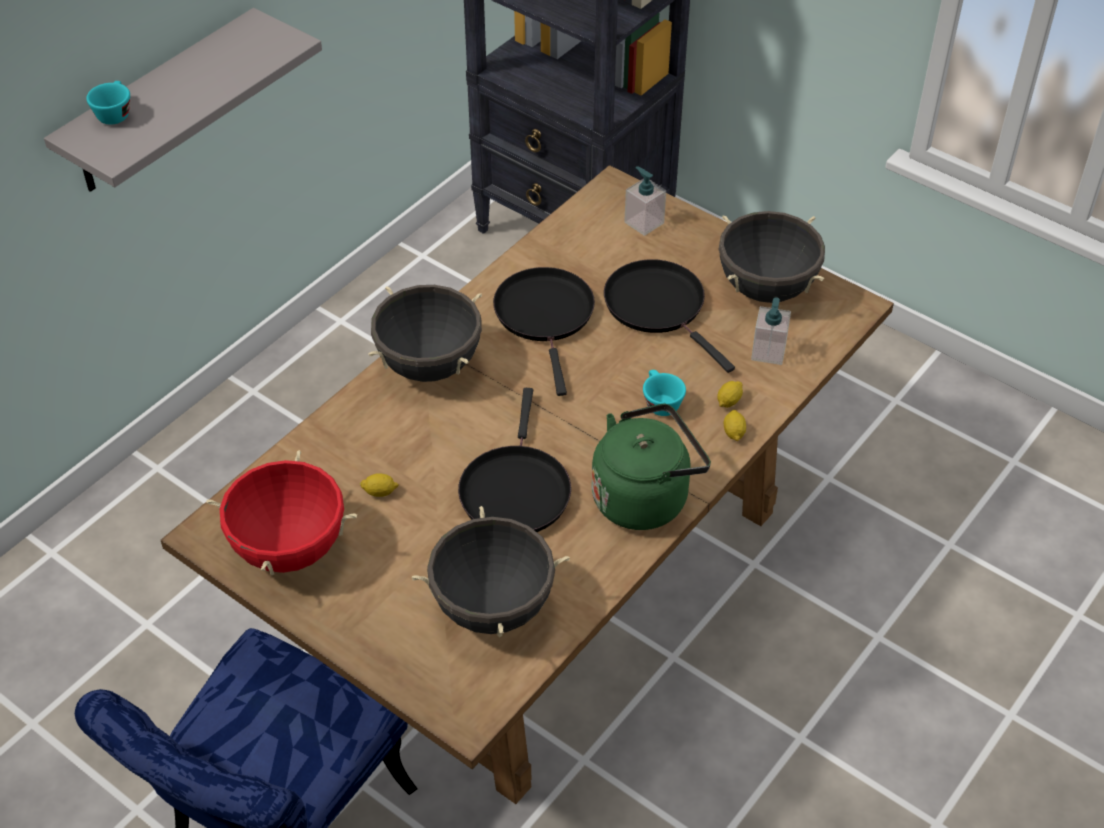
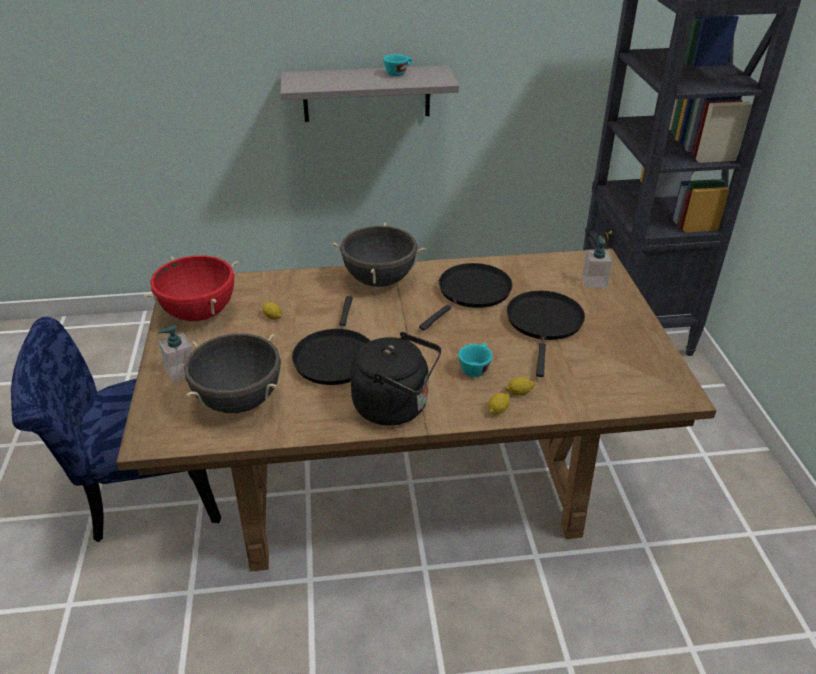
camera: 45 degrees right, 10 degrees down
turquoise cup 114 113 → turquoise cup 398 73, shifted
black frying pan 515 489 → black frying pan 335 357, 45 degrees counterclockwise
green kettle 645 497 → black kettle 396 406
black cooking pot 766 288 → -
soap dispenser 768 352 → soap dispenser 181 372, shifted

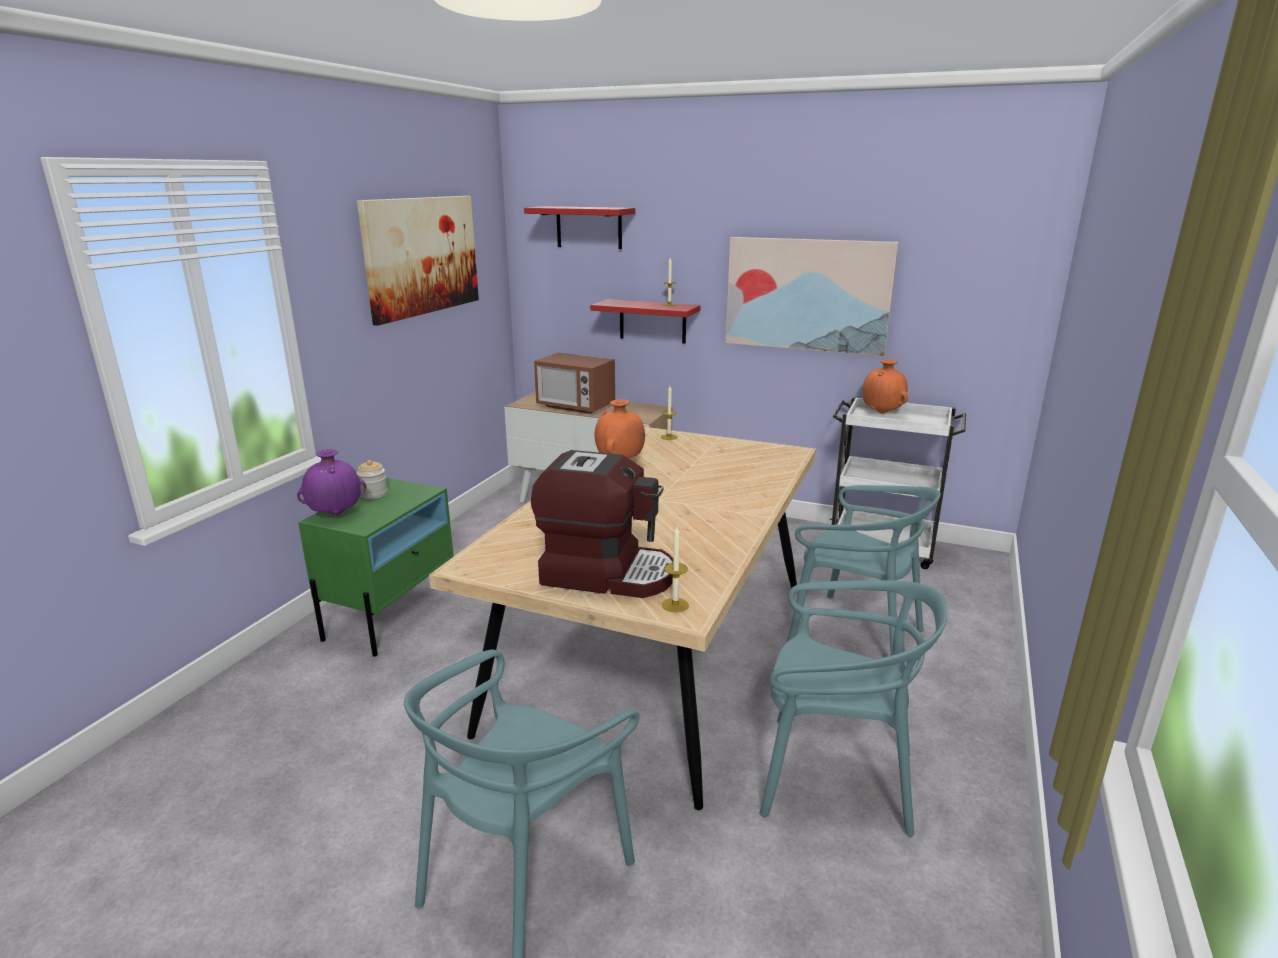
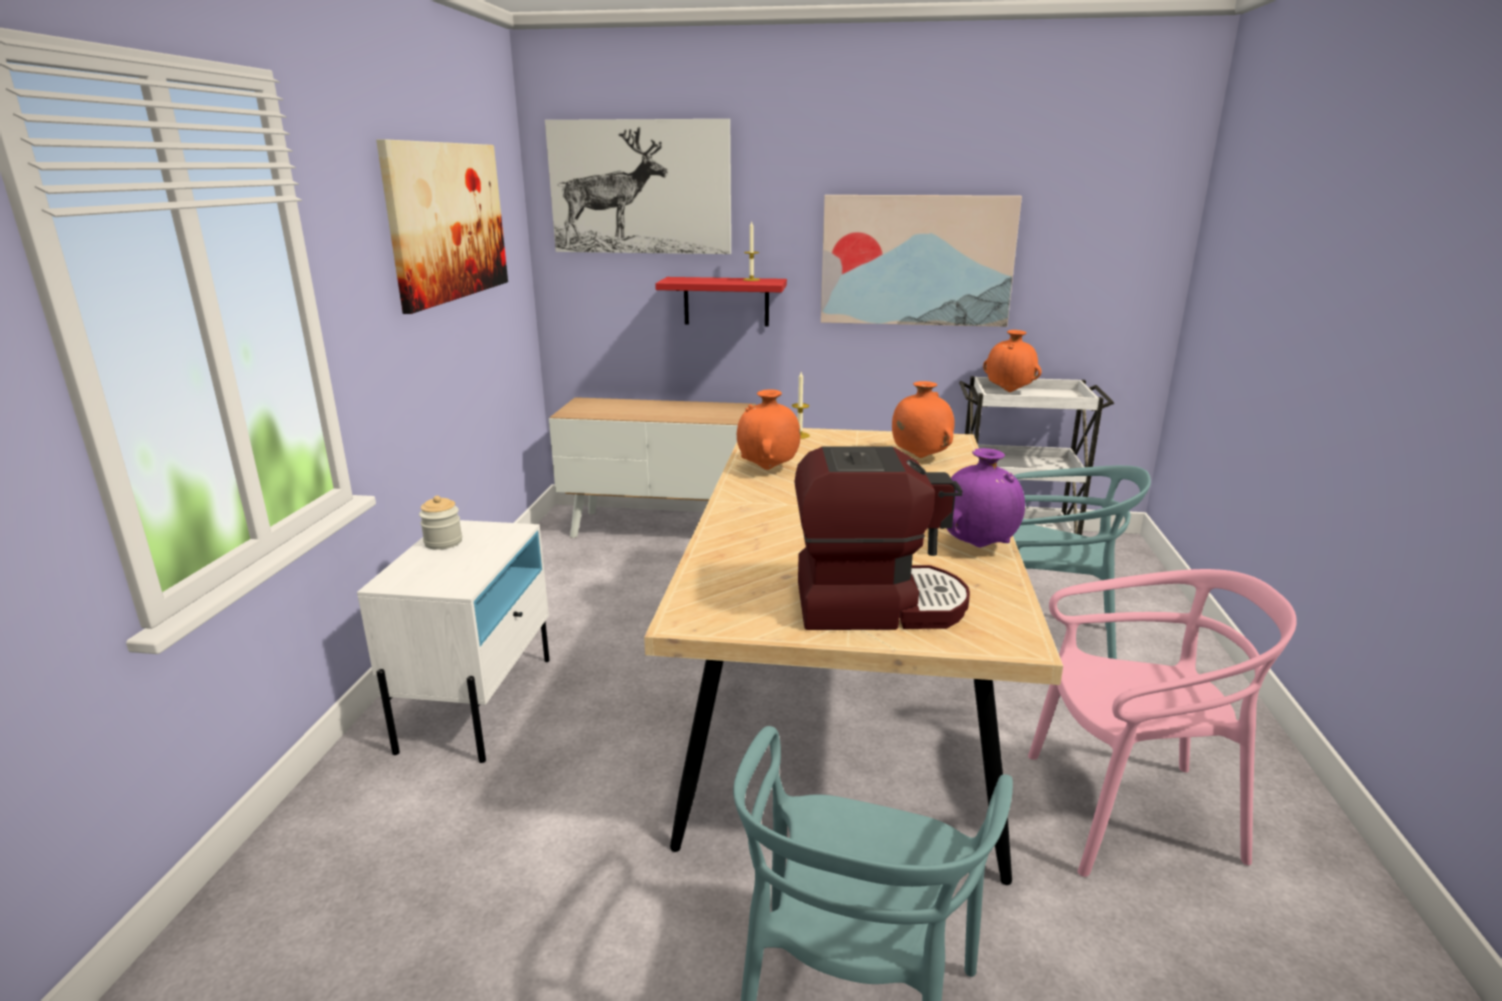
camera: 15 degrees left, 0 degrees up
purple vase 336 514 → purple vase 978 546, shifted
green nightstand 392 614 → white nightstand 478 702
red shelf 589 227 → picture 640 187
microwave 575 406 → -
candle 675 605 → -
turquoise chair 835 777 → pink chair 1130 812
- → orange vase 919 457

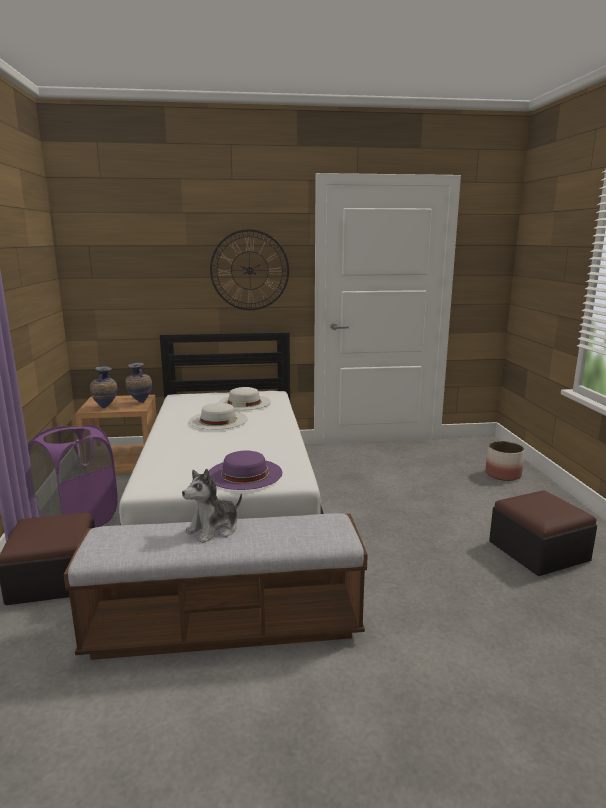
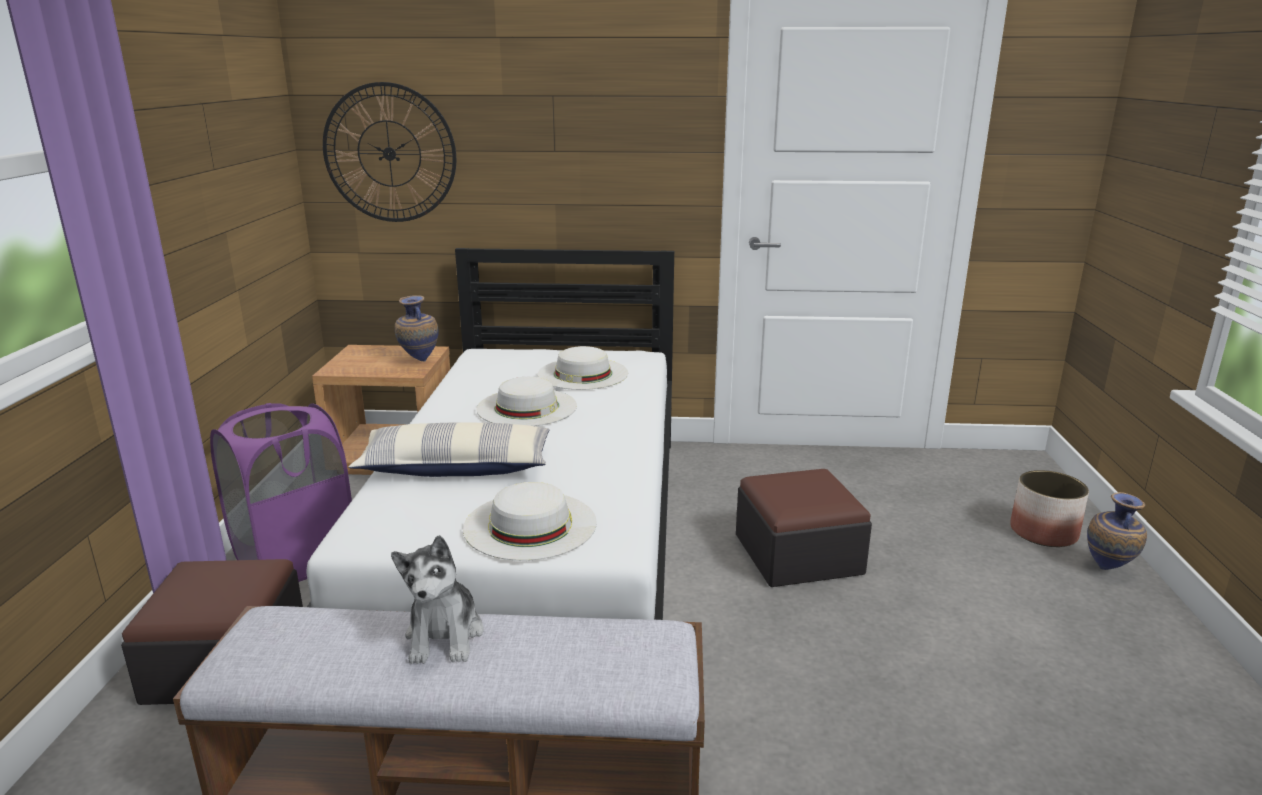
camera: 10 degrees right, 5 degrees up
vase 106 408 → vase 1108 569, shifted
plush toy 214 529 → plush toy 445 635, 60 degrees counterclockwise
purple hat 245 473 → white hat 530 524
wall clock 249 270 → wall clock 389 153, shifted
ottoman 538 551 → ottoman 798 554, shifted
- → pillow 456 467

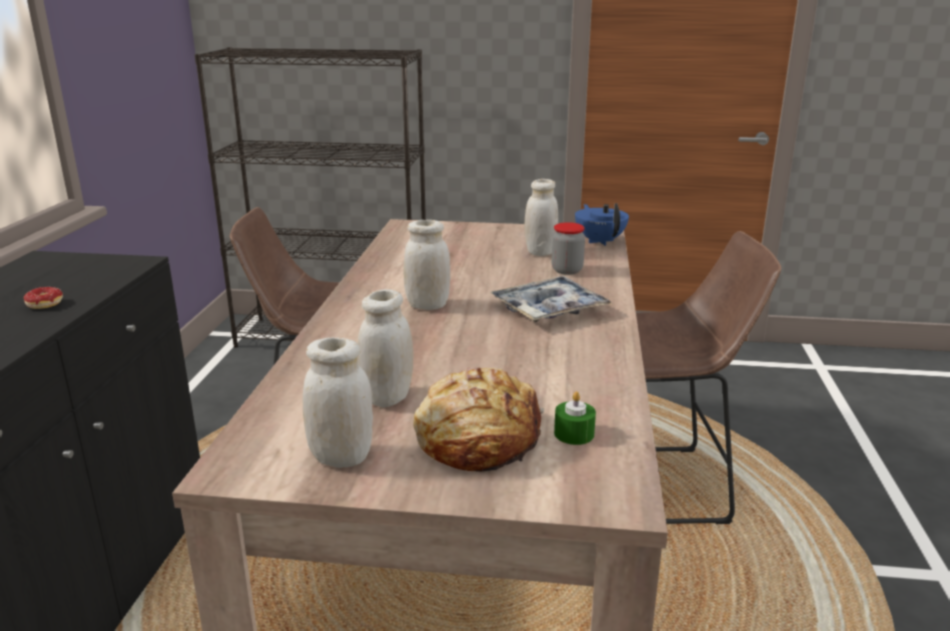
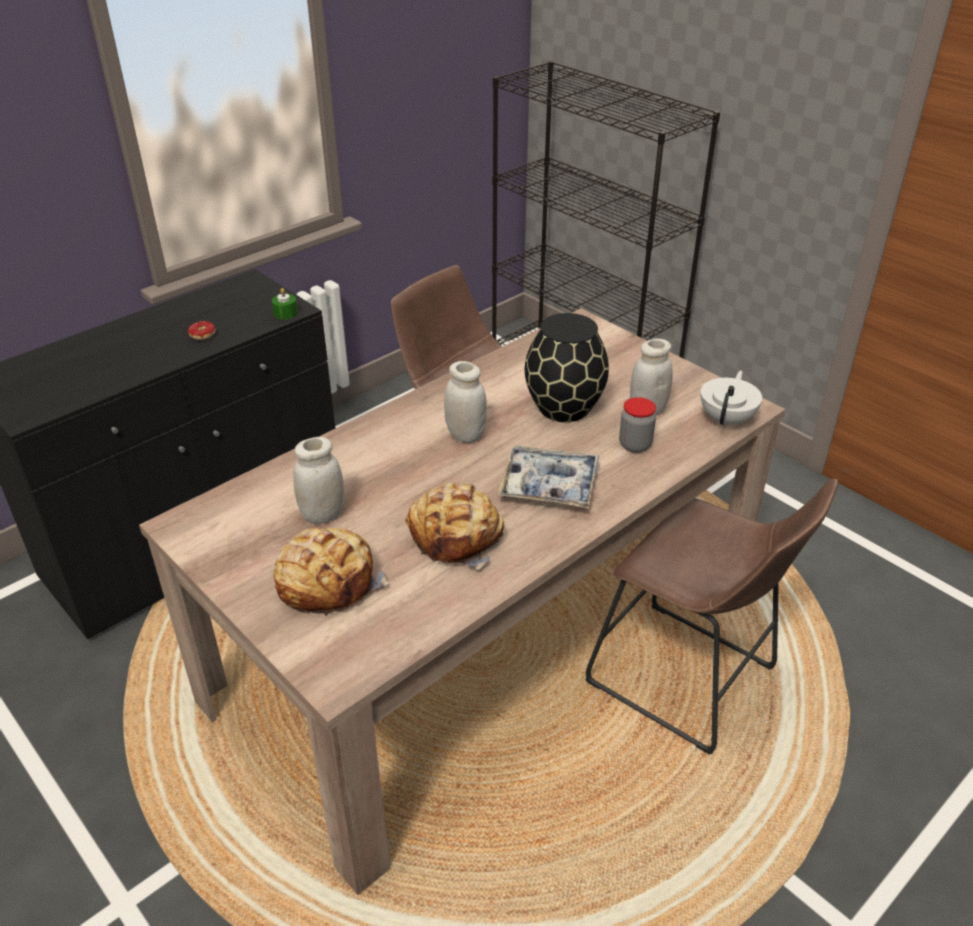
camera: 40 degrees right, 15 degrees up
white jar 341 457 → -
green candle 574 434 → green candle 285 313, shifted
blue teapot 600 241 → white teapot 727 419
- → bread 457 535
- → black vase 565 408

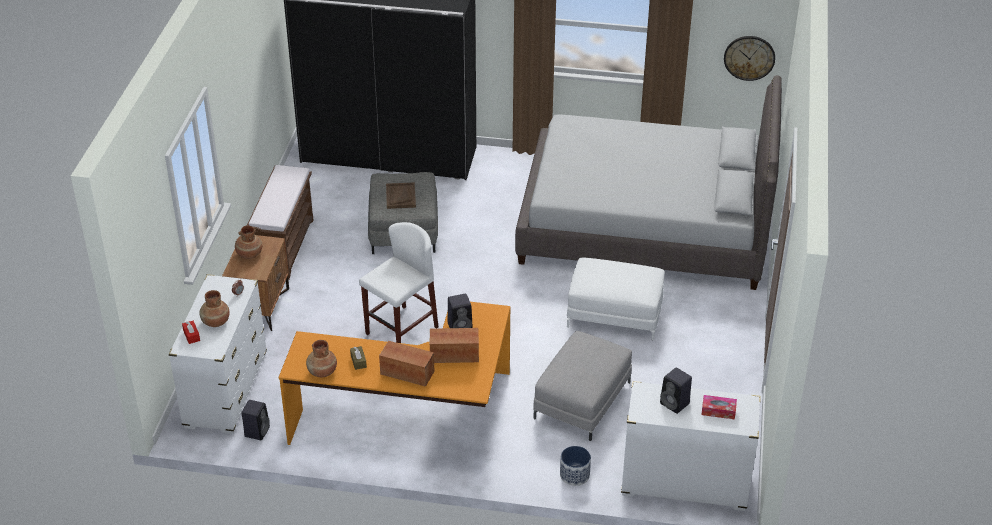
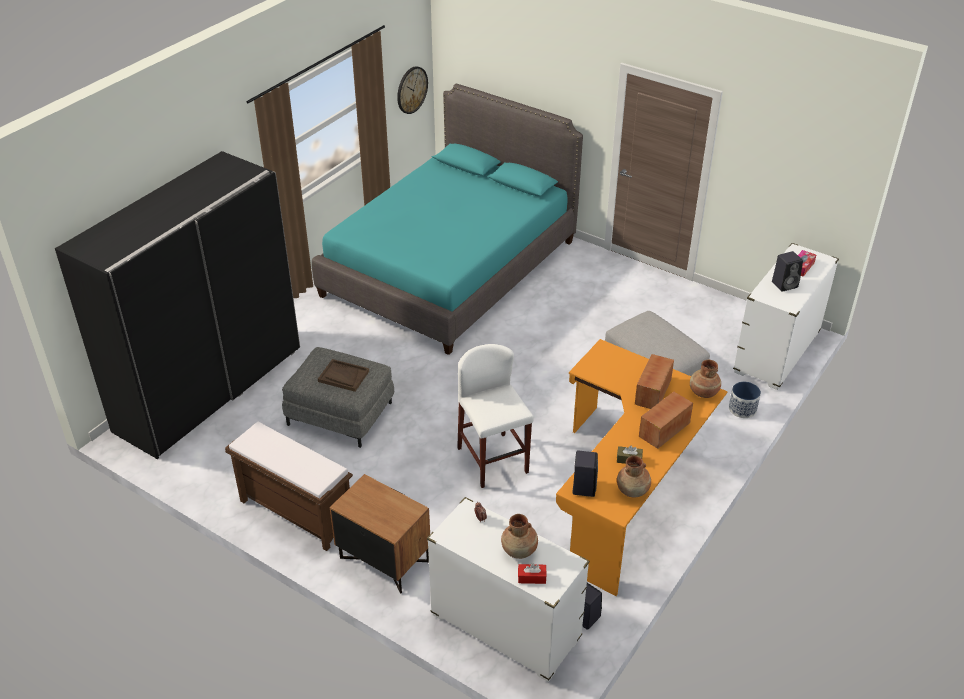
camera: 65 degrees left, 0 degrees up
brown vase 249 254 → brown vase 703 392, shifted
black speaker 460 326 → black speaker 584 486, shifted
grey bed 645 225 → turquoise bed 450 268
white ottoman 615 313 → -

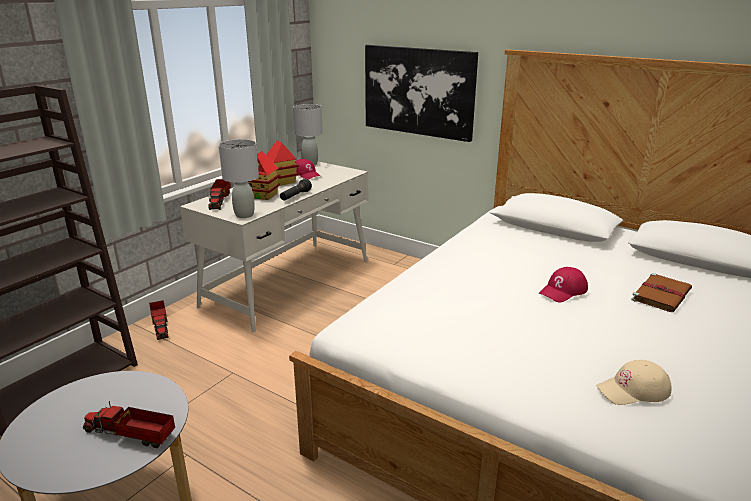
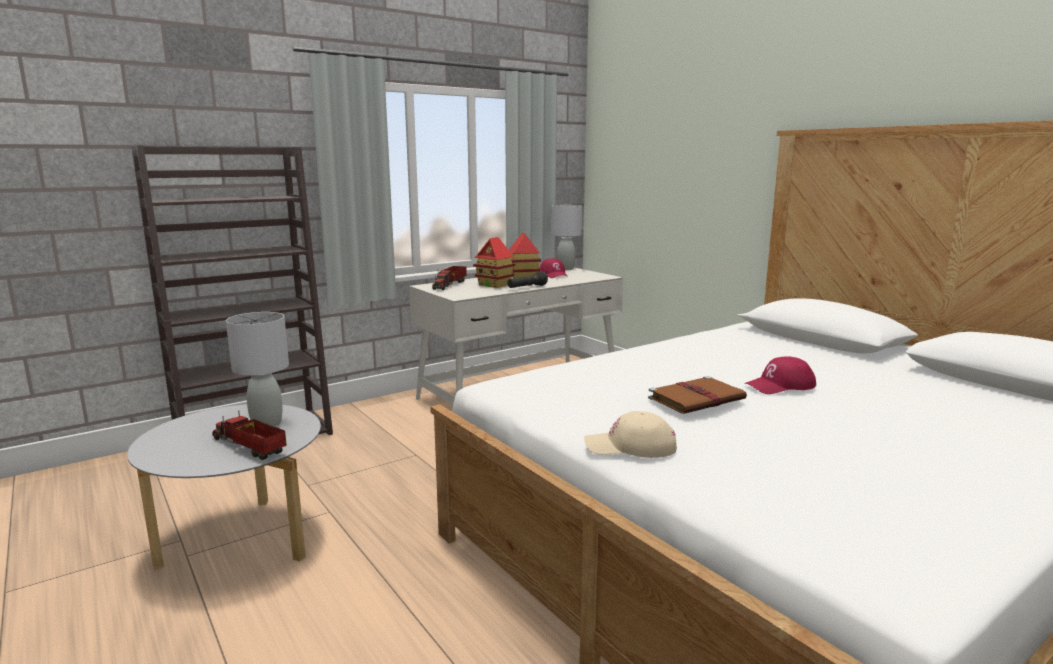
camera: 20 degrees right, 10 degrees down
toy truck 160 325 → -
grey table lamp 244 215 → grey table lamp 266 424, shifted
picture 418 91 → -
beige cap 633 390 → beige cap 630 447, shifted
brown book 661 294 → brown book 697 398, shifted

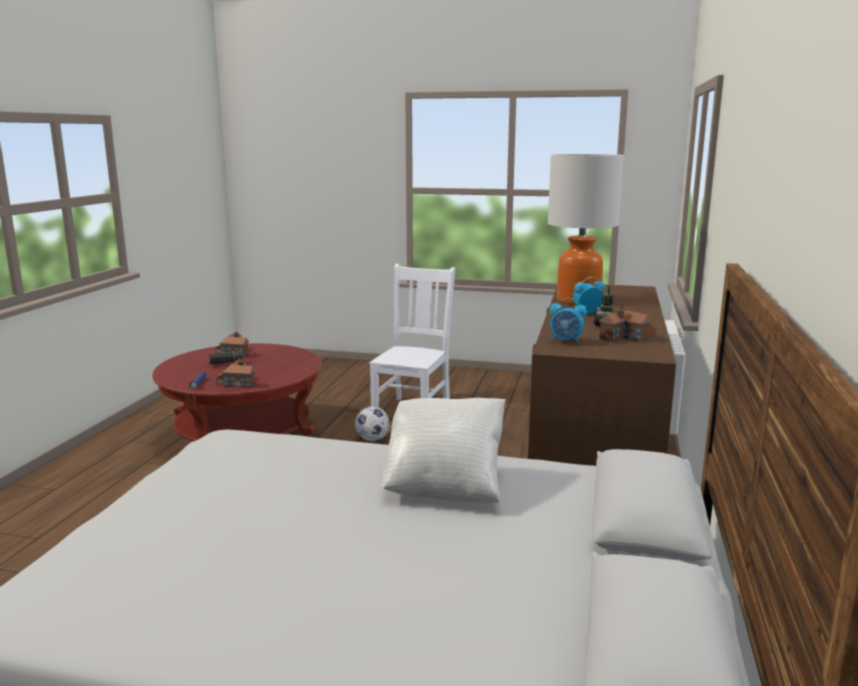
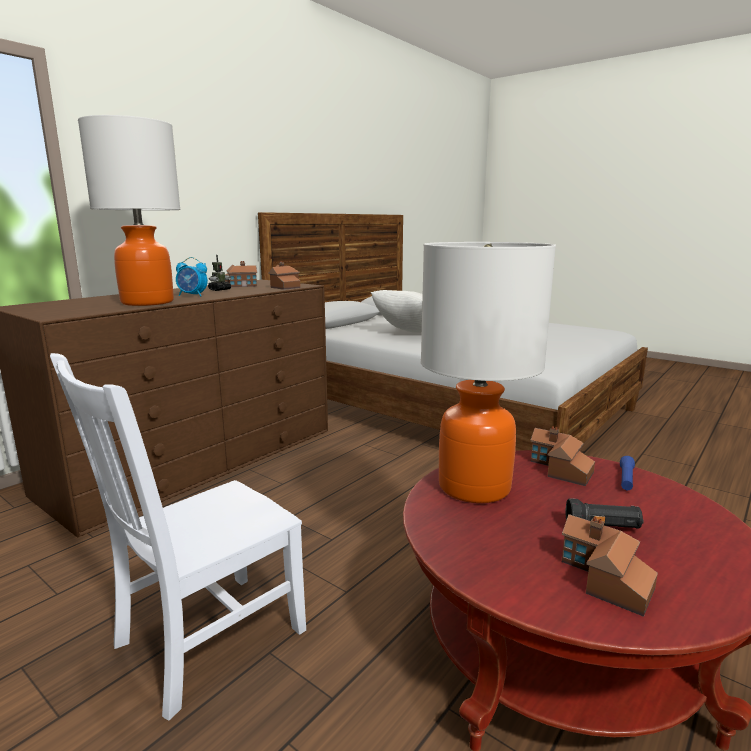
camera: 155 degrees left, 0 degrees up
football 372 439 → -
alarm clock 566 341 → toy house 283 286
- → table lamp 474 487

